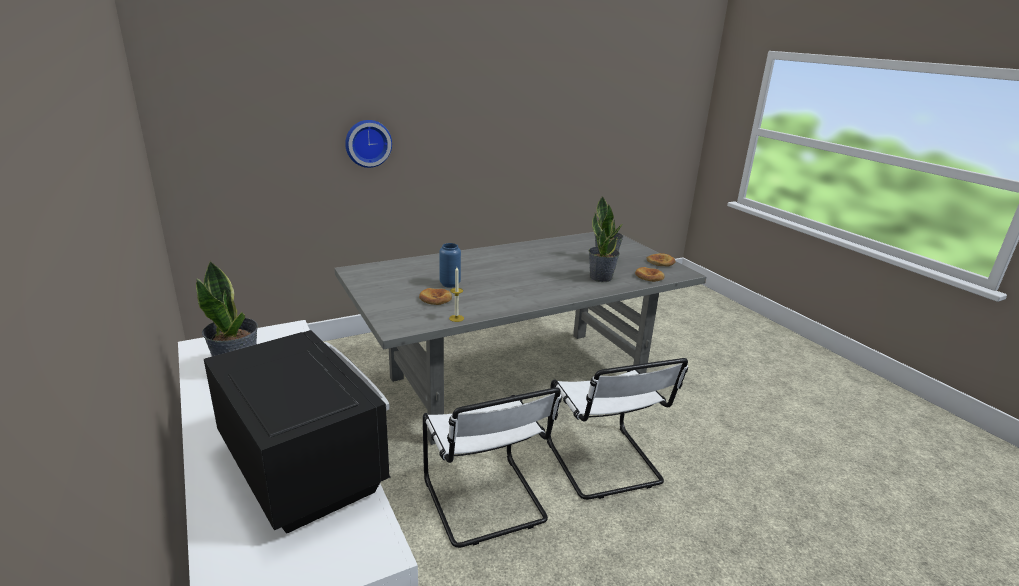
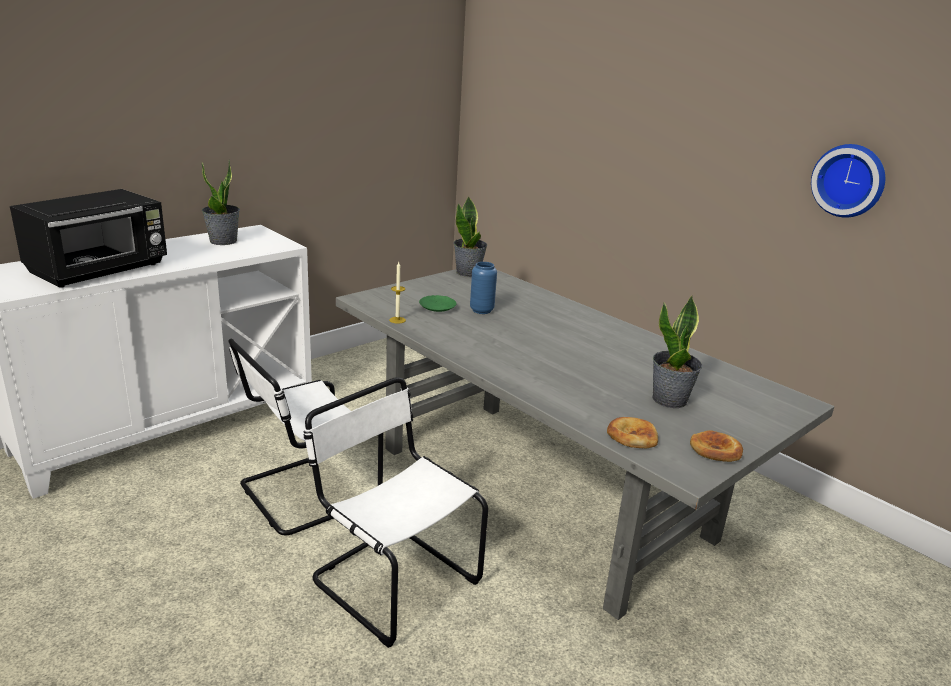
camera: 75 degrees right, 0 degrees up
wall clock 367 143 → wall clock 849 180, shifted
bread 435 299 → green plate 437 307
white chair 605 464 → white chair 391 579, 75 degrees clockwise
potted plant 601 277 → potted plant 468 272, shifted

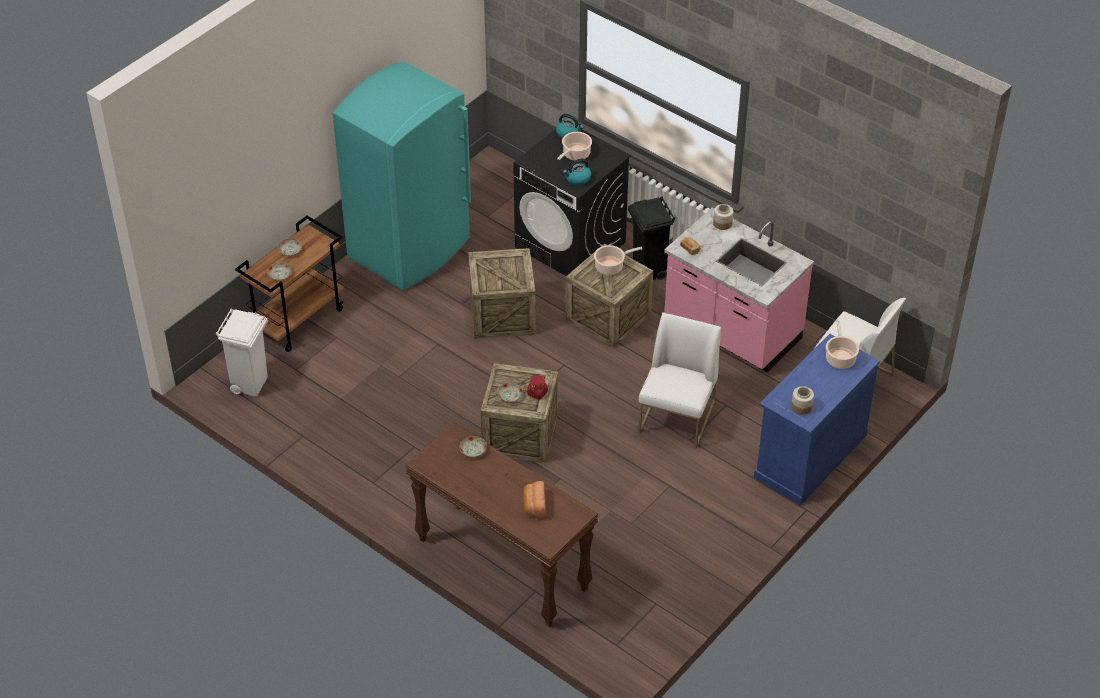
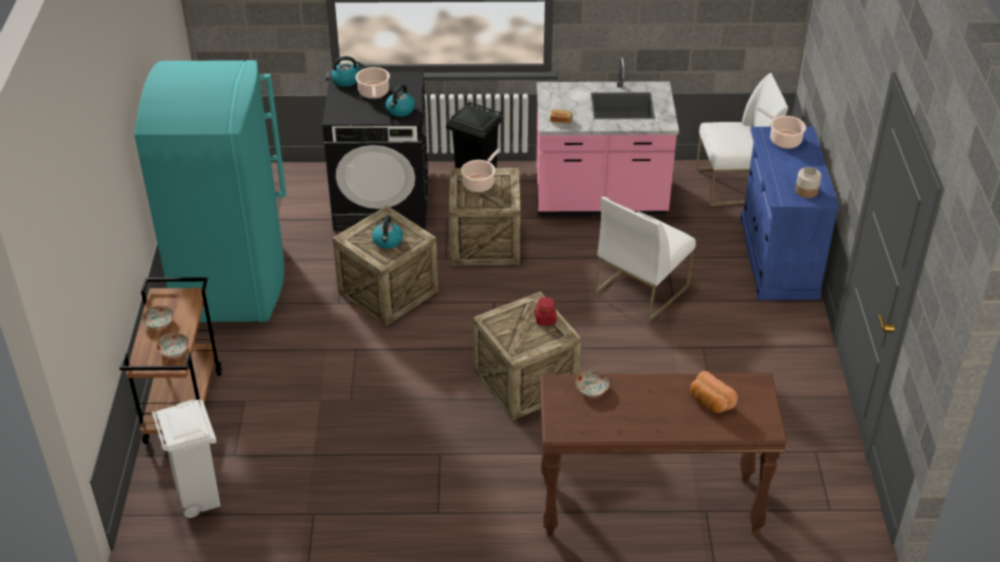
camera: 40 degrees left, 5 degrees down
plate 509 396 → -
white chair 677 417 → white chair 641 289, 120 degrees counterclockwise
jar 722 223 → -
- → kettle 388 241

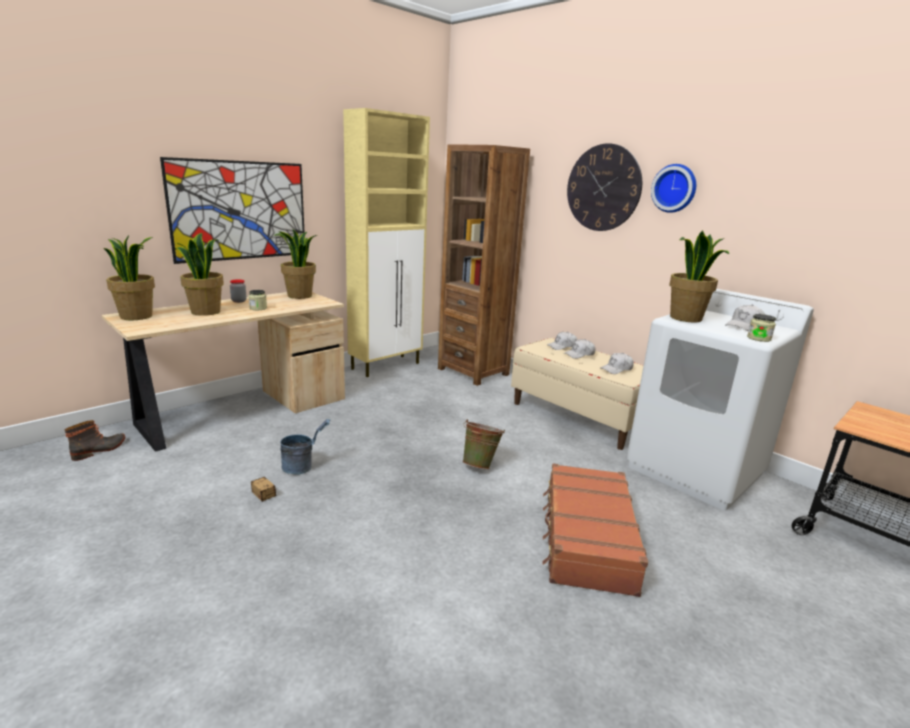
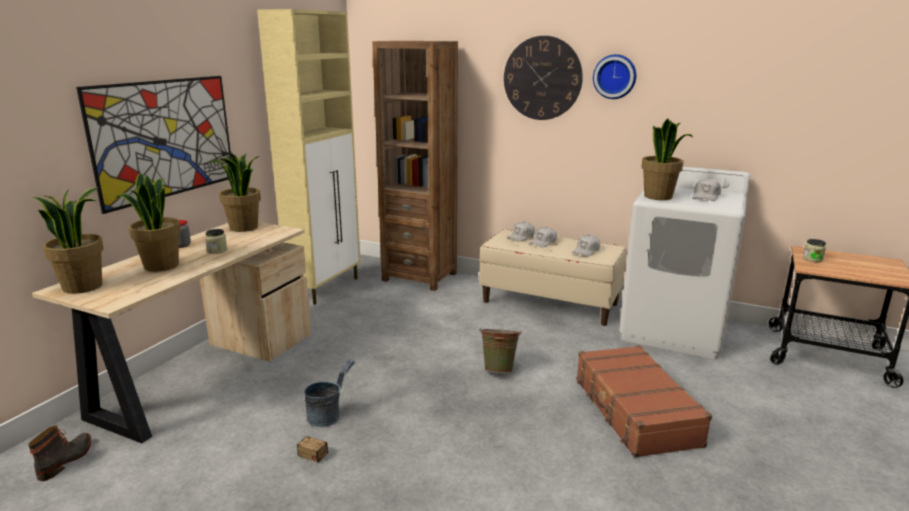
camera: 20 degrees left, 0 degrees up
jar 759 338 → jar 812 259, shifted

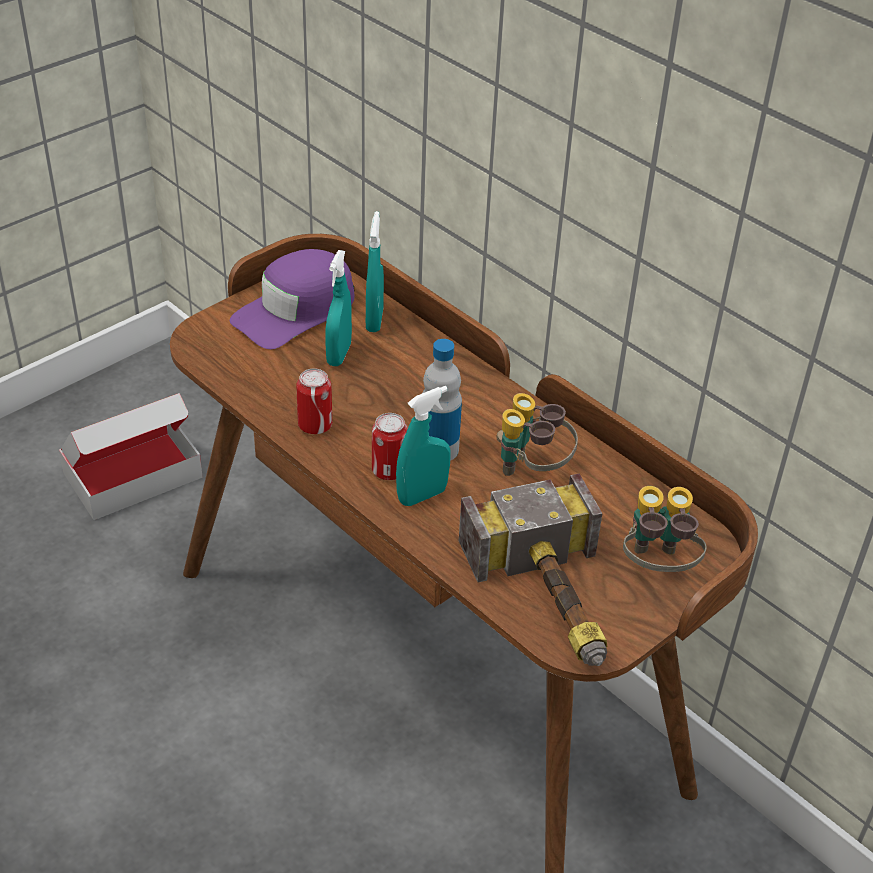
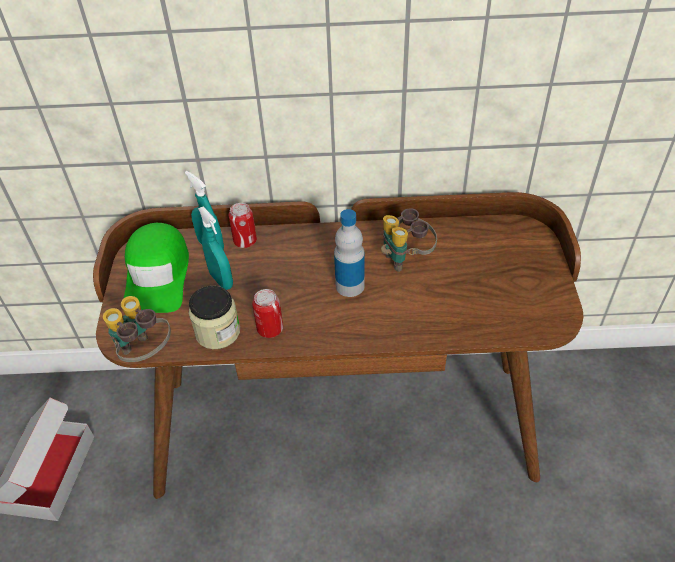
camera: 45 degrees left, 5 degrees up
purple cap 296 311 → green cap 158 276
can 389 470 → can 245 241, shifted
turquoise spray bottle 422 495 → -
hammer 553 602 → -
binoculars 656 566 → binoculars 144 353, shifted
- → jar 218 332

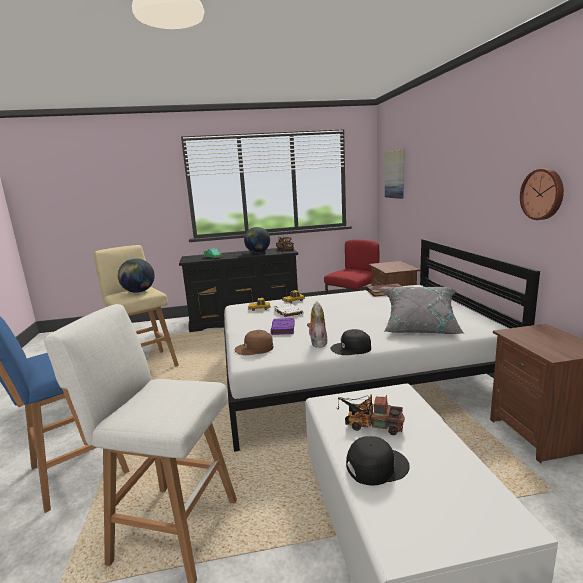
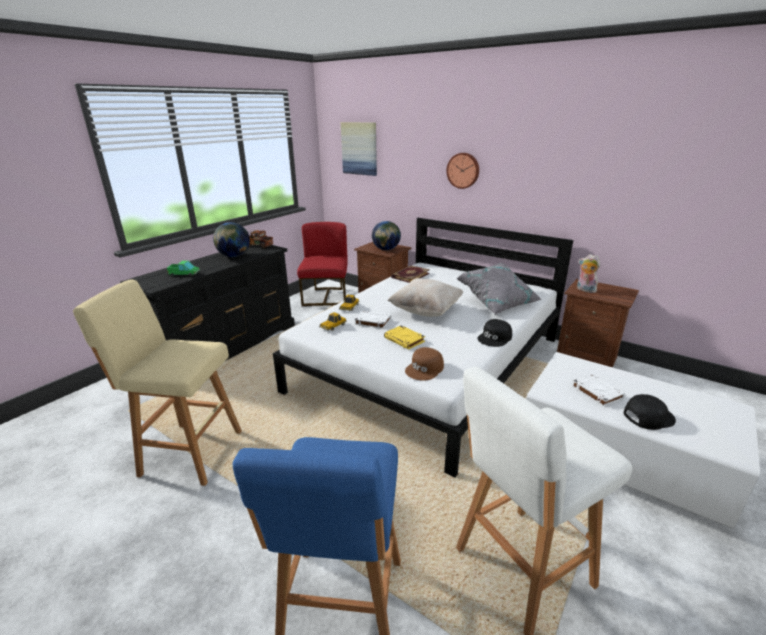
camera: 45 degrees left, 10 degrees up
globe 138 292 → globe 386 249, shifted
purple book 283 329 → yellow book 404 340
plush toy 317 343 → plush toy 584 290, shifted
toy truck 369 425 → white book 596 392
black cap 376 466 → black cap 648 416, 45 degrees clockwise
wall clock 543 194 → wall clock 463 170, shifted
- → beige pillow 426 311

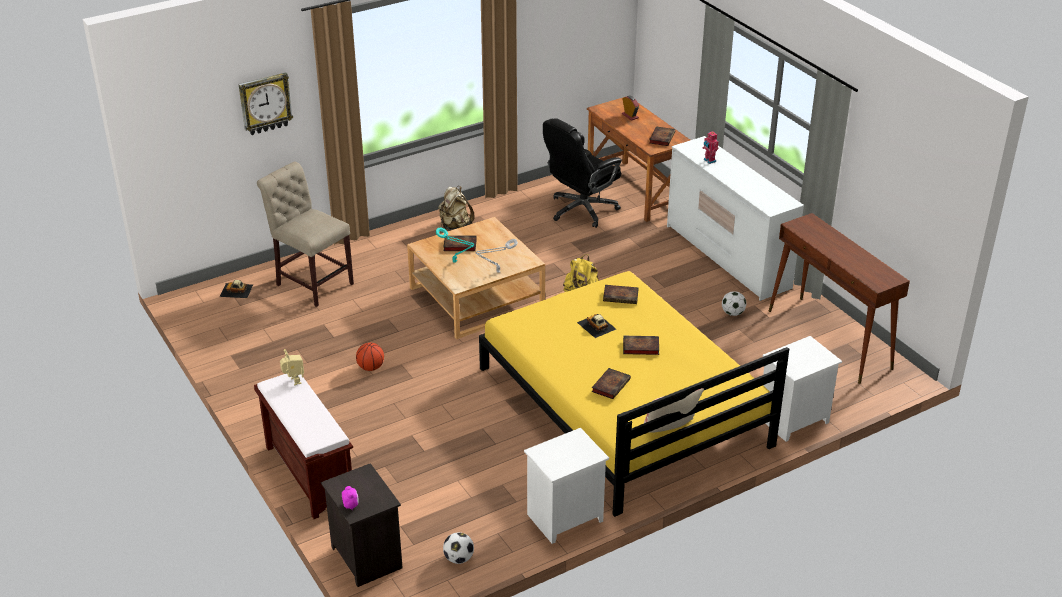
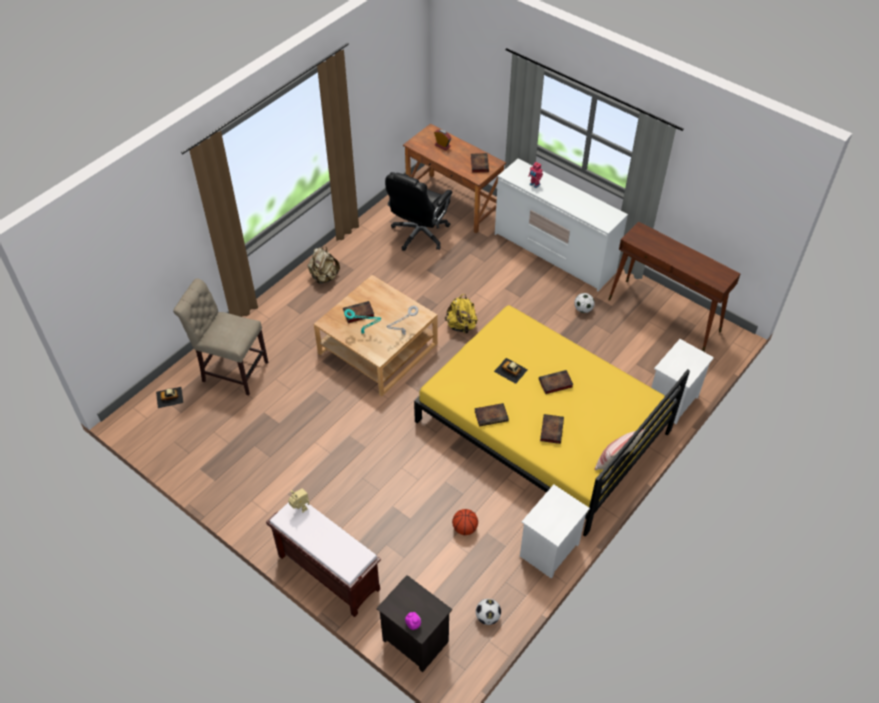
camera: 20 degrees left, 15 degrees up
wall clock 265 103 → -
basketball 371 367 → basketball 465 528, shifted
book 621 296 → book 492 416, shifted

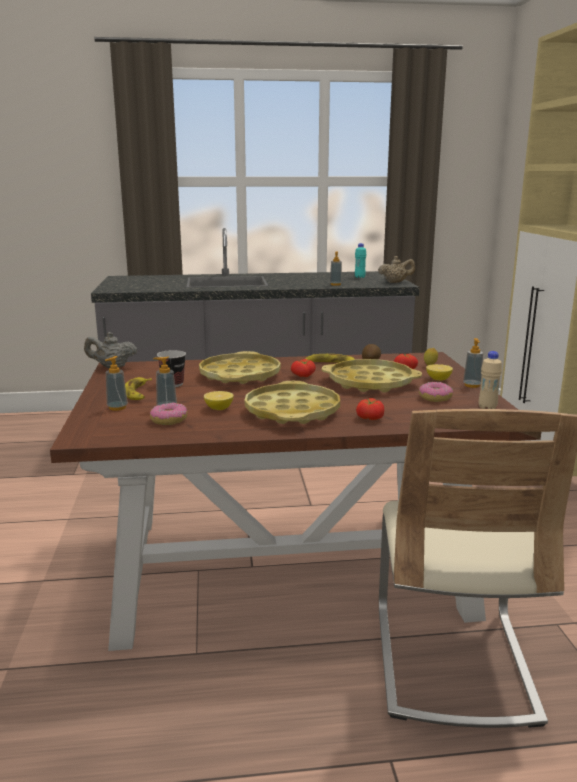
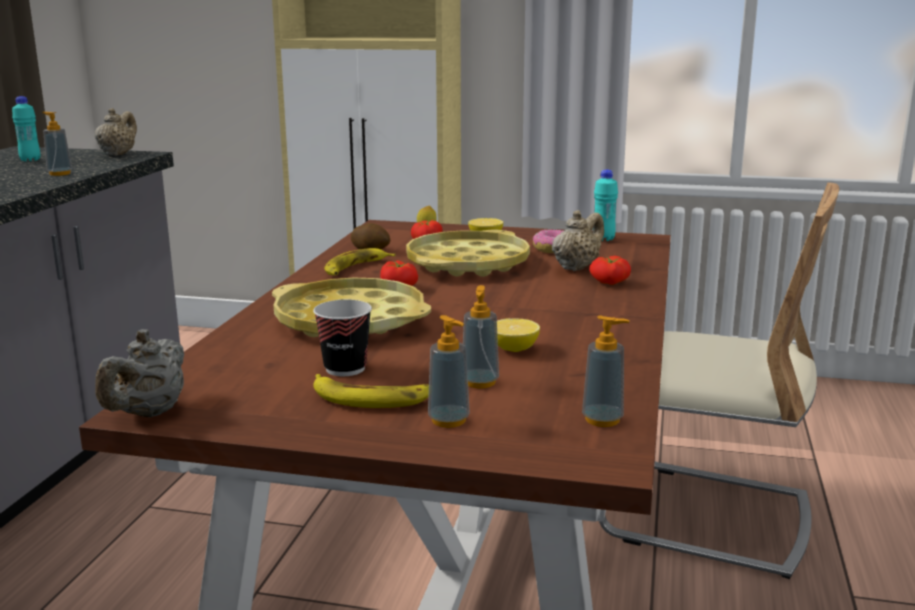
camera: 70 degrees left, 0 degrees up
donut 169 420 → -
yellow tray 292 411 → -
soap dispenser 472 385 → soap dispenser 602 419, shifted
beige bottle 487 408 → turquoise bottle 603 239
- → beige teapot 576 267

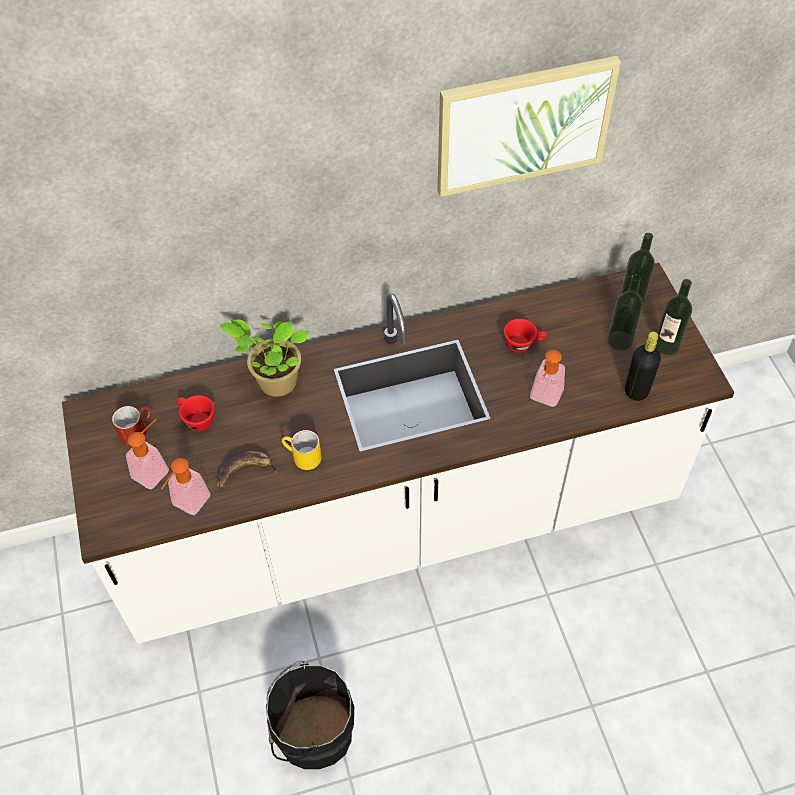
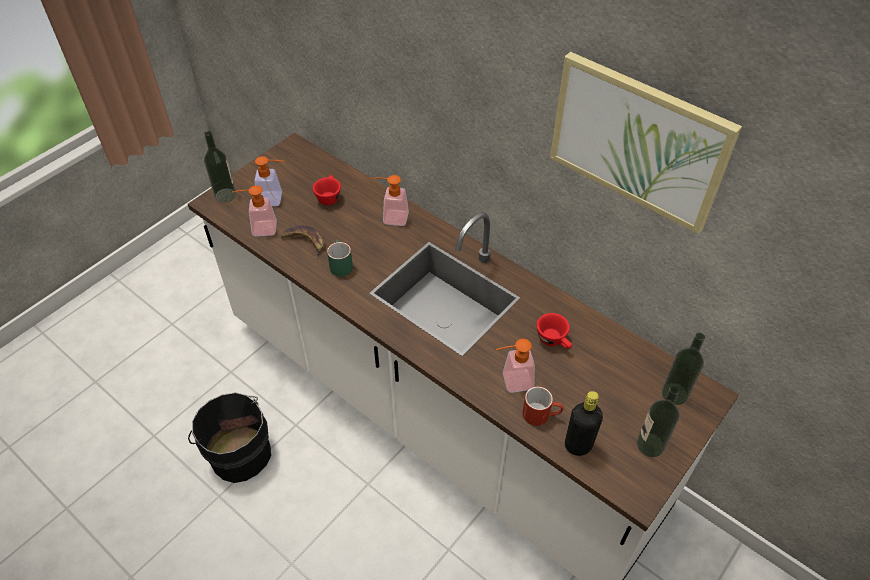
camera: 55 degrees right, 5 degrees down
red mug 137 430 → red mug 541 414, shifted
potted plant 274 382 → soap dispenser 390 217
yellow mug 301 457 → green mug 339 264
bottle 620 340 → bottle 225 195, shifted

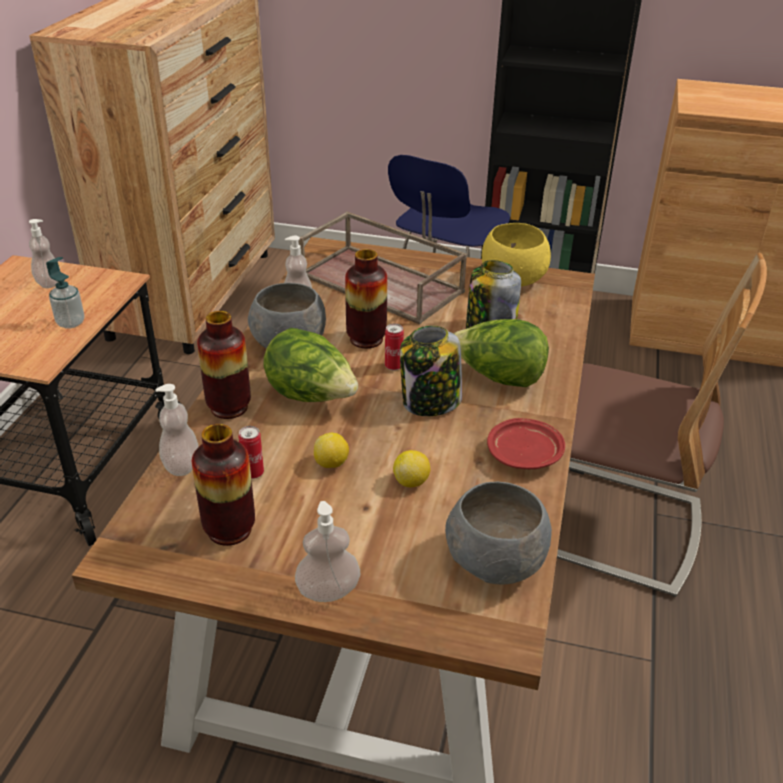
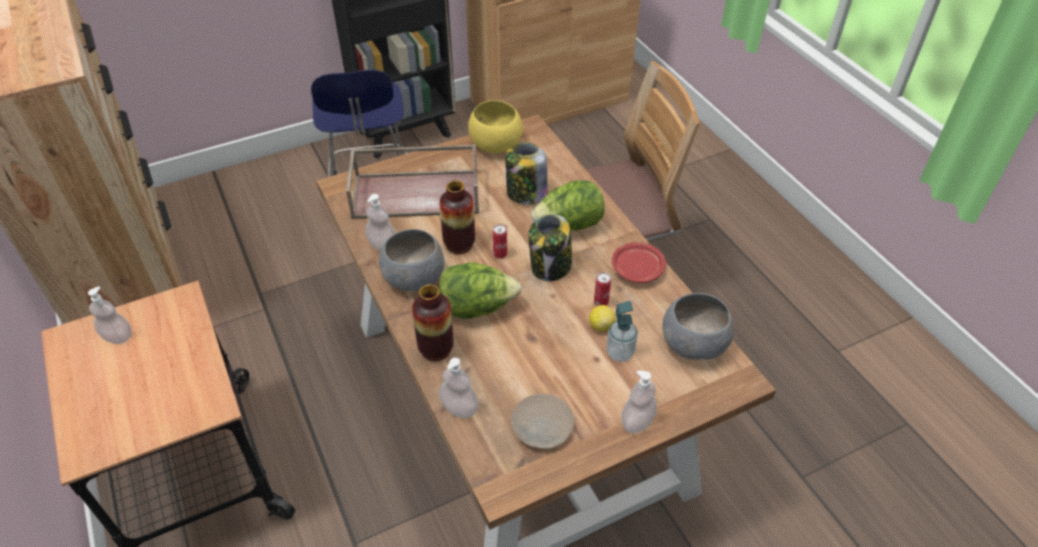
camera: 40 degrees left, 10 degrees up
soap dispenser 71 323 → soap dispenser 620 353, shifted
vase 229 529 → beige plate 542 426
can 253 473 → can 601 303, shifted
lemon 331 464 → -

